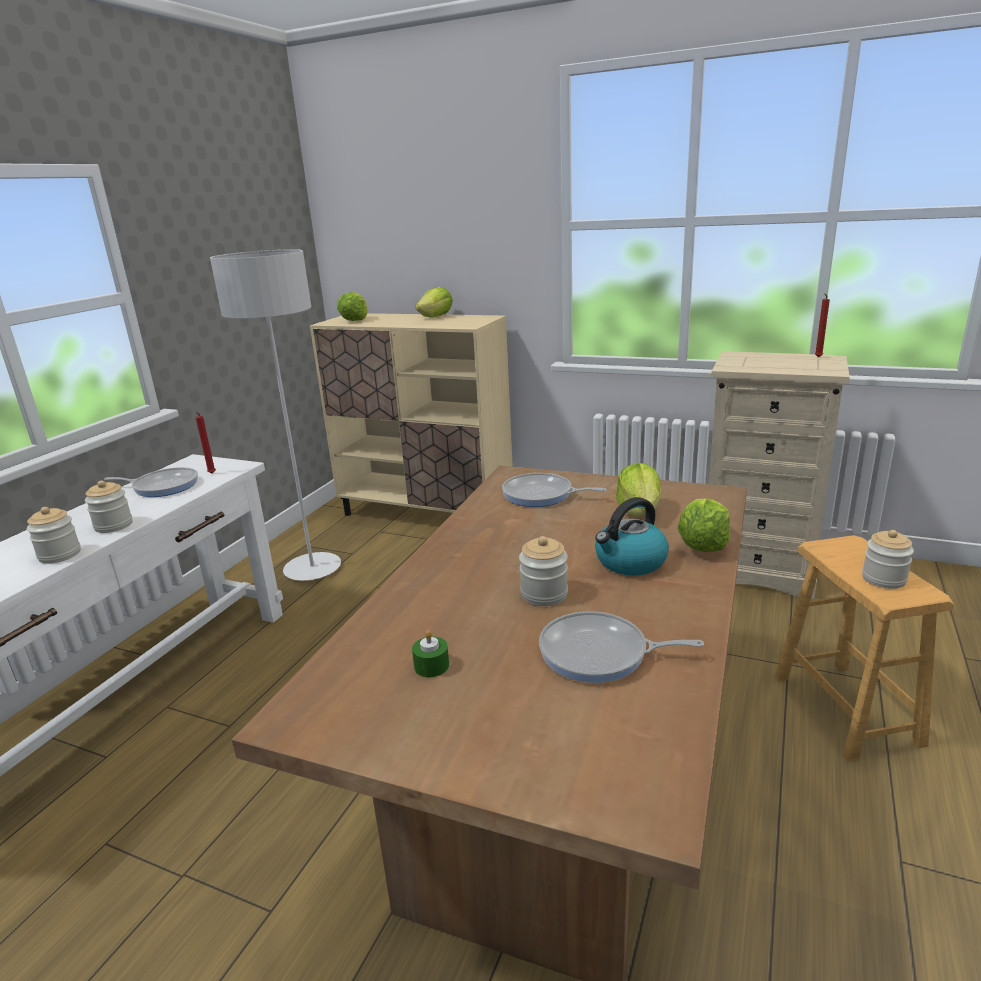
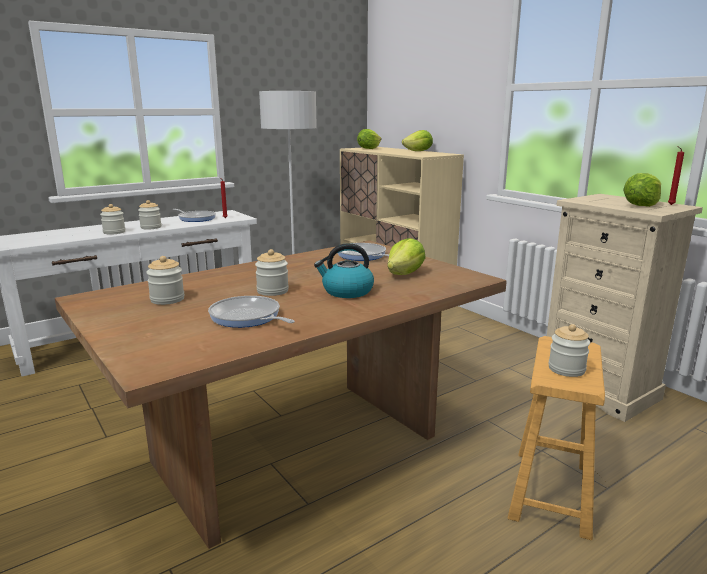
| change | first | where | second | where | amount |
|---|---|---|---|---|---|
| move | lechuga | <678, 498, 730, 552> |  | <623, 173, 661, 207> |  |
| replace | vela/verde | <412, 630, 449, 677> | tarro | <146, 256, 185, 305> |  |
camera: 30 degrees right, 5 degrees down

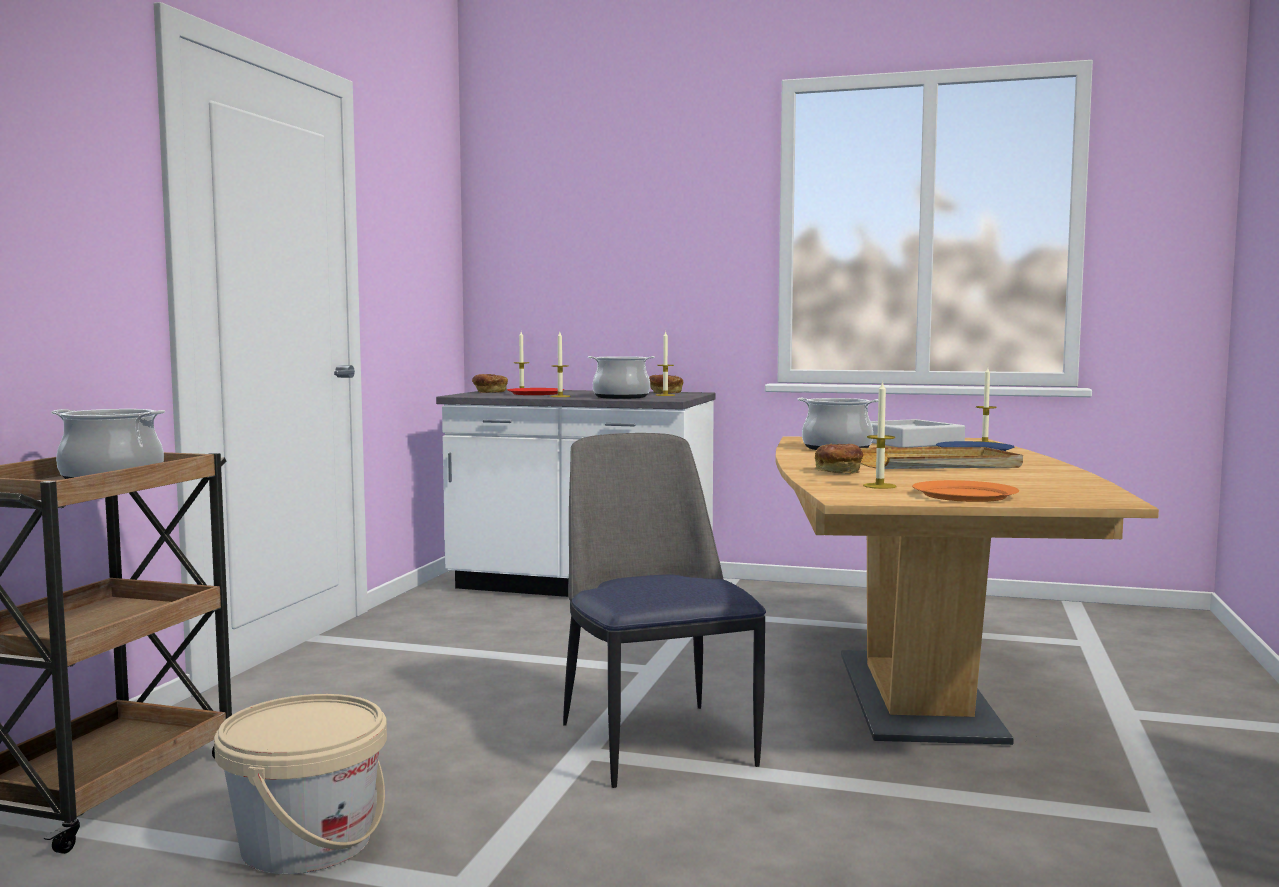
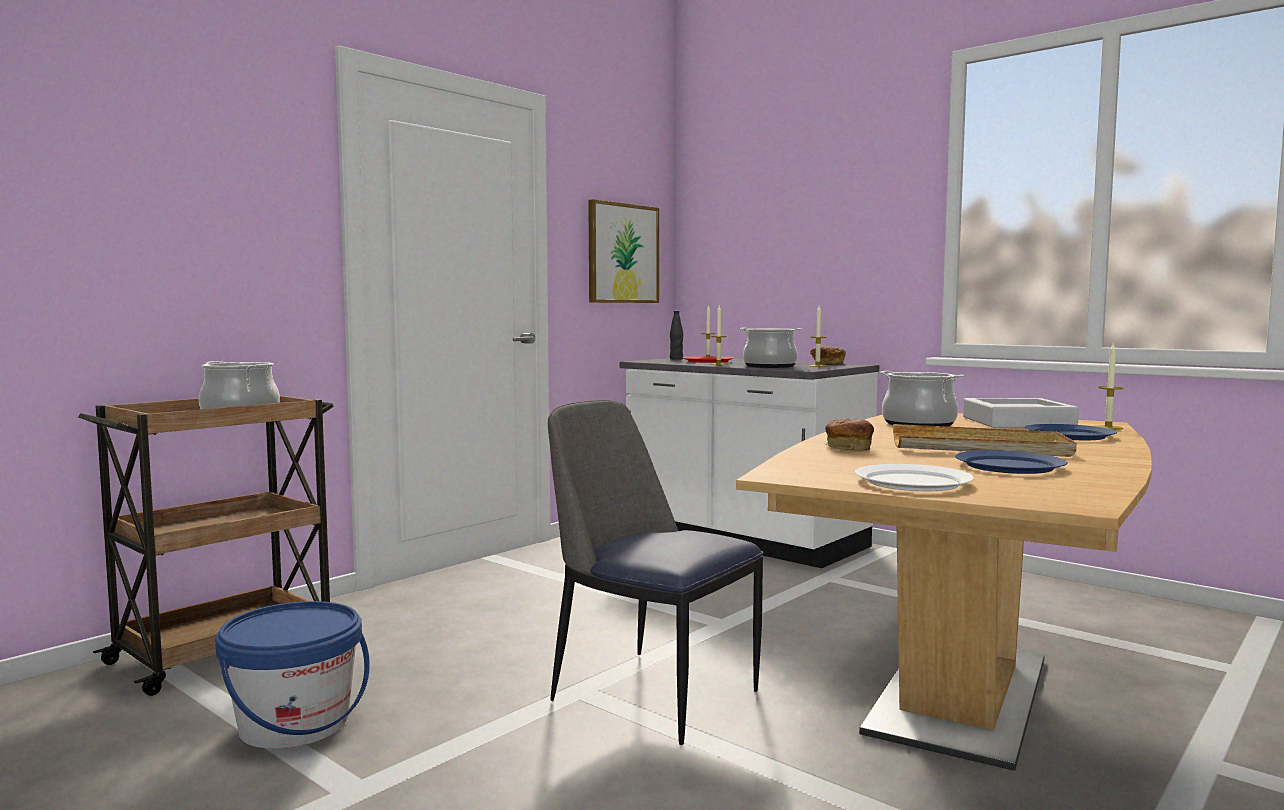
| change | first | where | second | where | amount |
|---|---|---|---|---|---|
| replace | pan | <472, 374, 508, 393> | botella/negro | <670, 311, 683, 360> |  |
| delete | vela | <863, 381, 897, 489> |  |  |  |
| rotate | silla | <563, 433, 766, 788> |  | <548, 400, 764, 745> | 60 degrees counterclockwise |
| recolor | plato/naranja | <912, 480, 1019, 502> | plato/blanco | <855, 464, 974, 491> |  |
| recolor | cubo/beis | <214, 694, 387, 874> | cubo/azul | <215, 601, 370, 749> |  |
| insert |  |  | cuadro | <588, 199, 659, 303> |  |
| insert |  |  | plato/azul | <955, 450, 1067, 474> |  |
camera: 25 degrees right, 0 degrees up

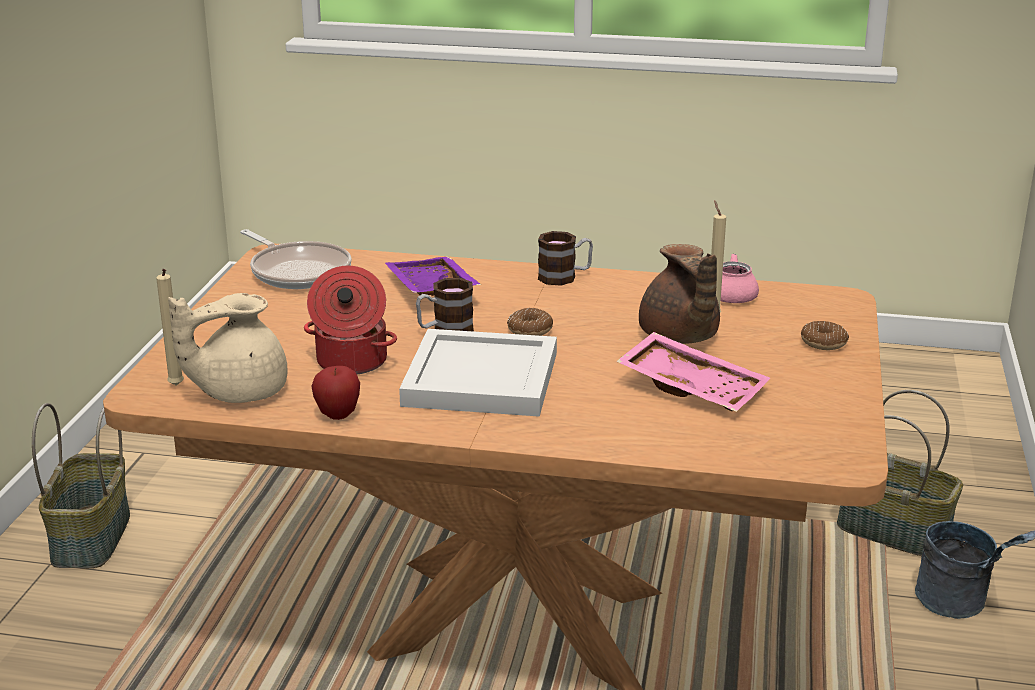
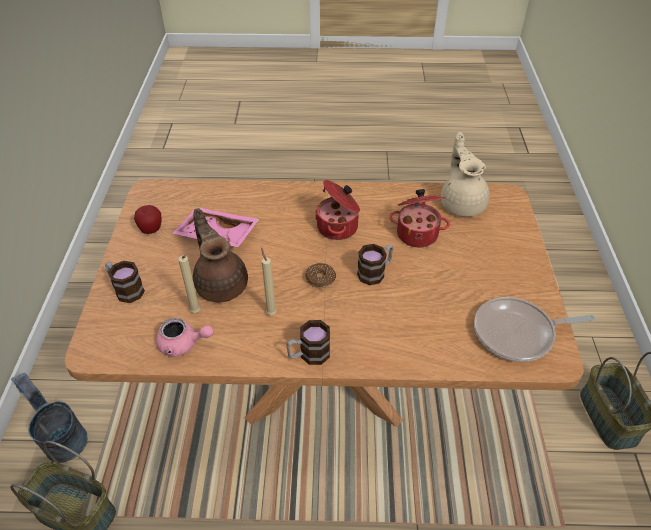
| change | first | where | second | where | amount |
|---|---|---|---|---|---|
| rotate | sartén | <240, 229, 351, 289> |  | <474, 297, 595, 362> | 45 degrees counterclockwise |
| delete | bandeja/morado | <385, 257, 481, 296> |  |  |  |
| move | vela/beis | <156, 269, 184, 386> |  | <261, 248, 277, 315> |  |
| rotate | tetera/beis | <168, 293, 288, 403> |  | <441, 132, 490, 217> | 60 degrees counterclockwise |
| replace | rosquilla | <801, 321, 849, 350> | taza grande | <105, 261, 145, 303> |  |
| replace | bandeja/blanco | <399, 329, 557, 417> | olla | <315, 180, 360, 240> |  |
| move | manzana | <311, 366, 360, 420> |  | <134, 205, 162, 234> |  |
camera: 170 degrees right, 20 degrees up

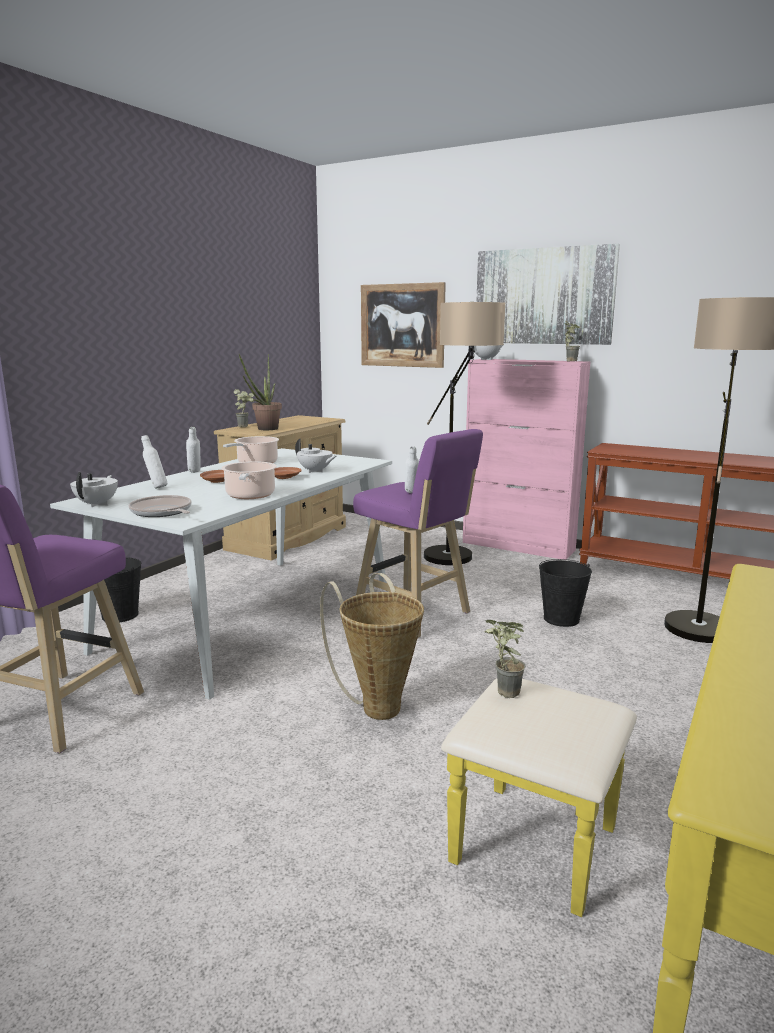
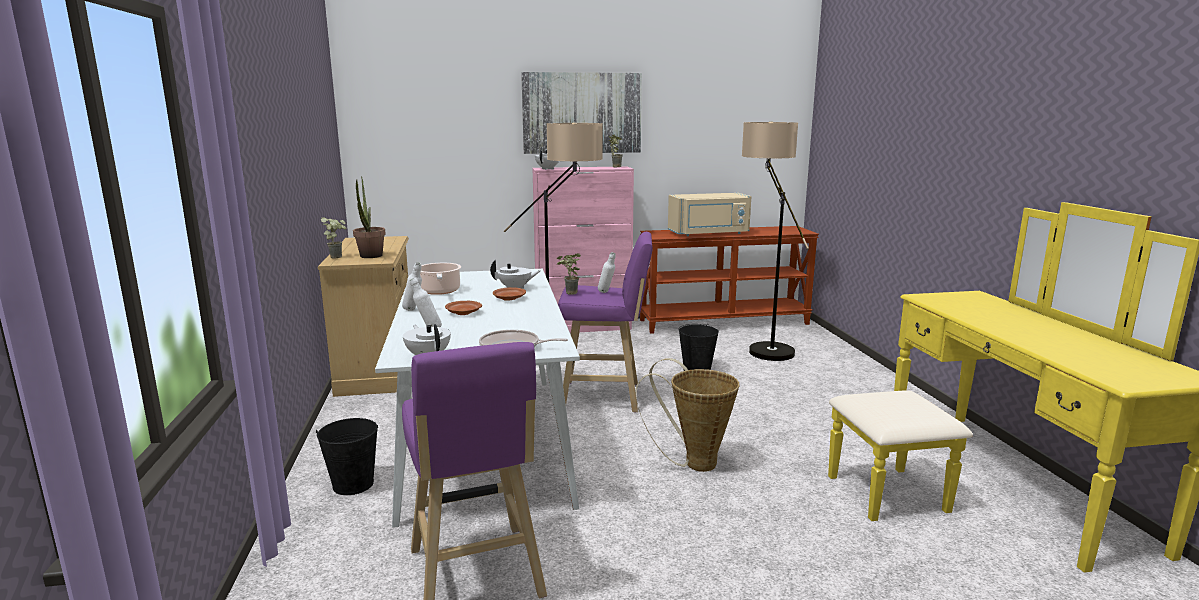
| change | first | where | second | where | amount |
|---|---|---|---|---|---|
| delete | cuadro | <361, 282, 446, 368> |  |  |  |
| delete | olla | <221, 461, 277, 499> |  |  |  |
| move | planta en maceta | <485, 620, 525, 698> |  | <557, 253, 581, 295> |  |
| insert |  |  | microondas/beis | <668, 193, 751, 236> |  |
camera: 40 degrees left, 0 degrees up

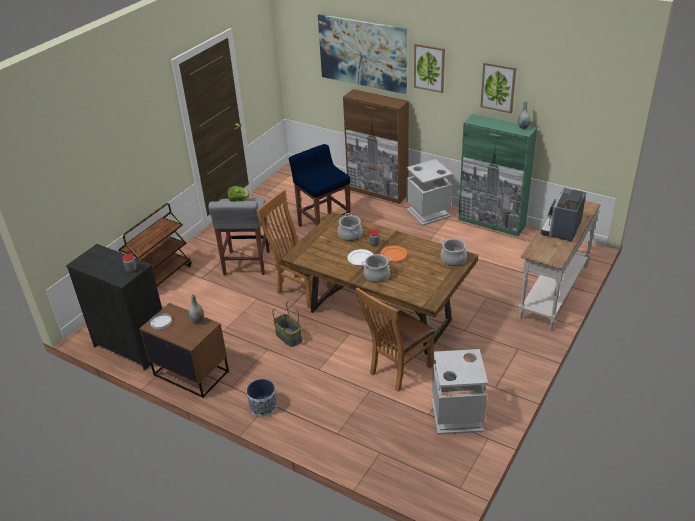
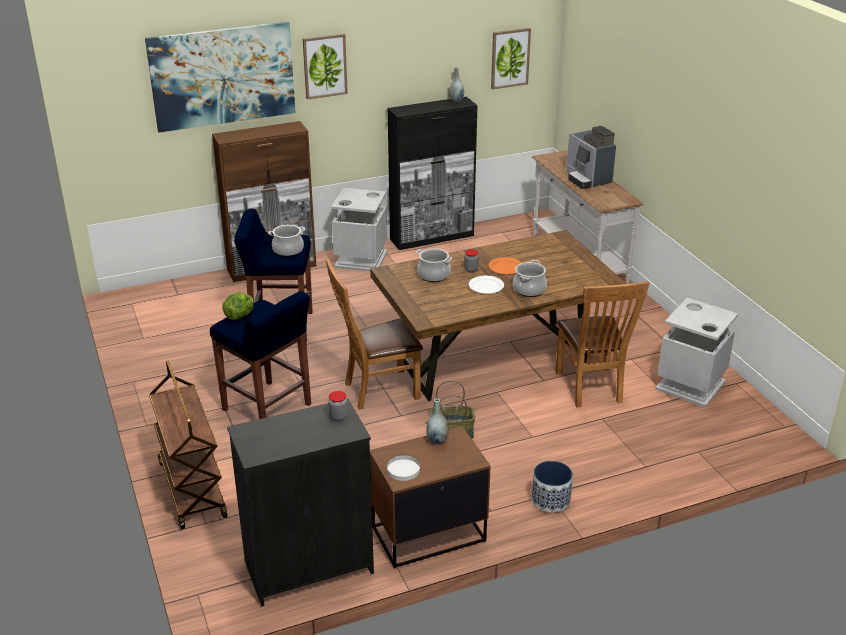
| change | first | where | second | where | amount |
|---|---|---|---|---|---|
| move | cuadro | <480, 62, 516, 113> |  | <491, 28, 531, 90> |  |
| recolor | armario/verde | <458, 114, 537, 236> | armario/negro | <388, 97, 478, 250> |  |
| recolor | taburete/gris | <208, 198, 270, 275> | taburete/azul | <210, 291, 311, 419> |  |
| move | olla | <440, 239, 468, 266> |  | <268, 225, 305, 257> |  |
camera: 55 degrees left, 5 degrees down

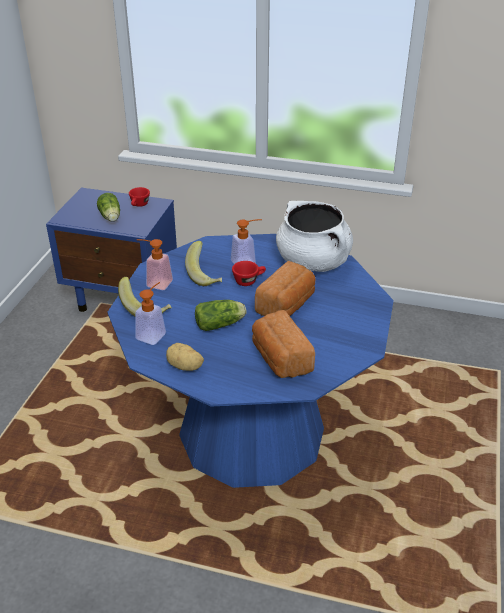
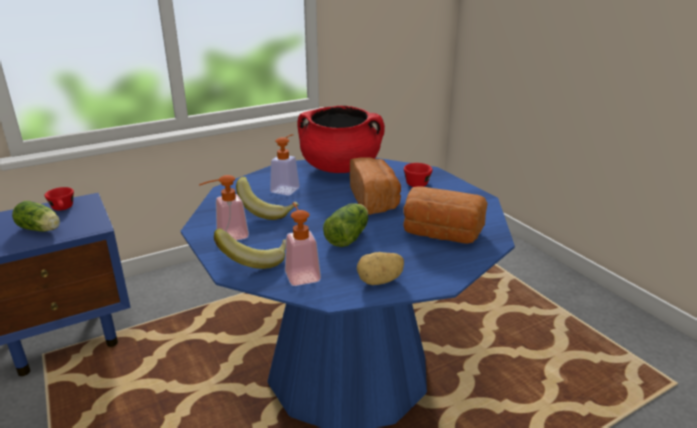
| change | first | where | second | where | amount |
|---|---|---|---|---|---|
| recolor | olla/blanco | <276, 201, 353, 272> | olla/rojo | <297, 106, 385, 173> |  |
| move | taza/rojo | <232, 261, 266, 286> |  | <404, 163, 433, 187> |  |
camera: 45 degrees left, 10 degrees down

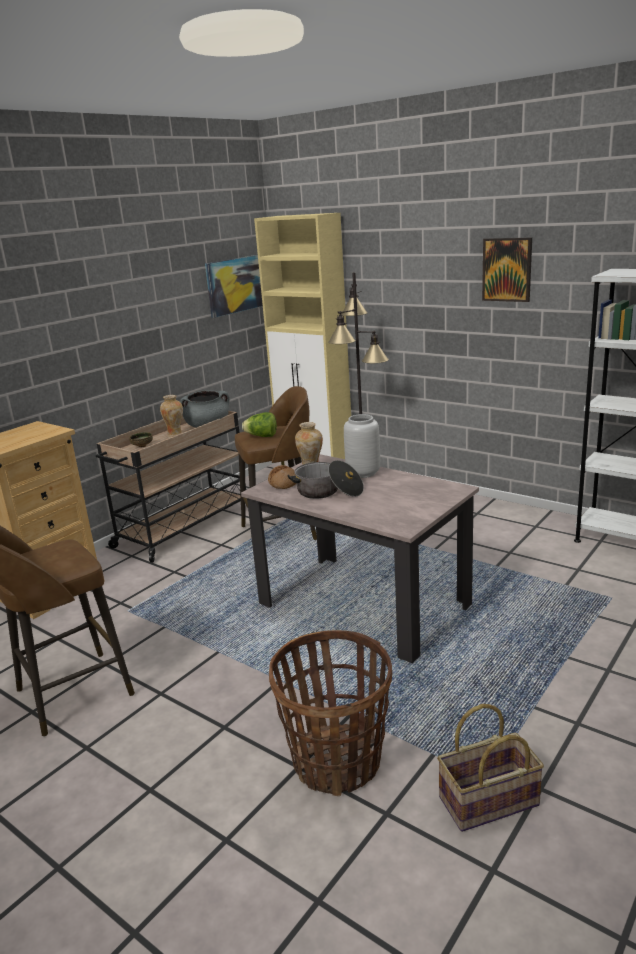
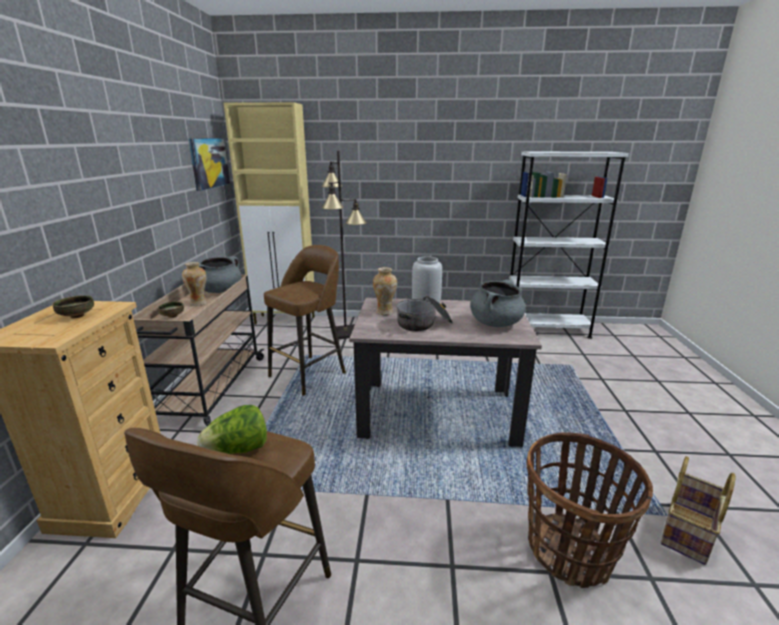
| change | first | where | second | where | amount |
|---|---|---|---|---|---|
| delete | cuadro | <482, 237, 532, 302> |  |  |  |
| move | lechuga | <242, 412, 277, 437> |  | <197, 405, 267, 454> |  |
| delete | pan | <268, 465, 296, 489> |  |  |  |
| insert |  |  | olla/gris | <470, 280, 525, 327> |  |
| insert |  |  | cuenco | <52, 295, 94, 318> |  |
camera: 35 degrees left, 0 degrees up

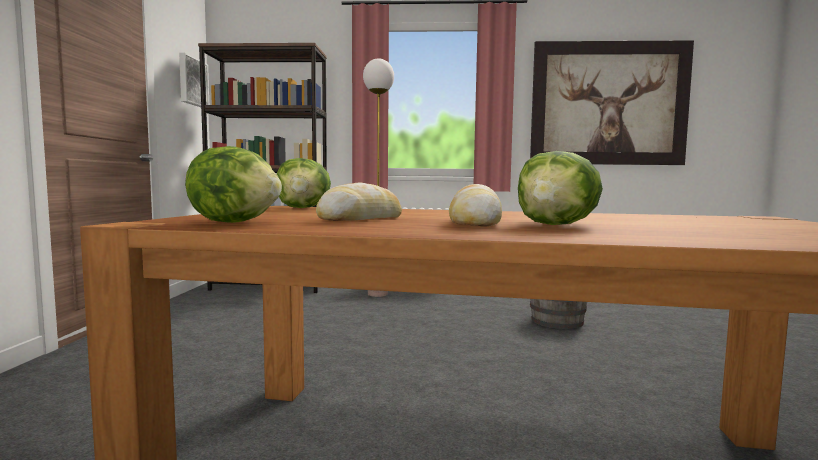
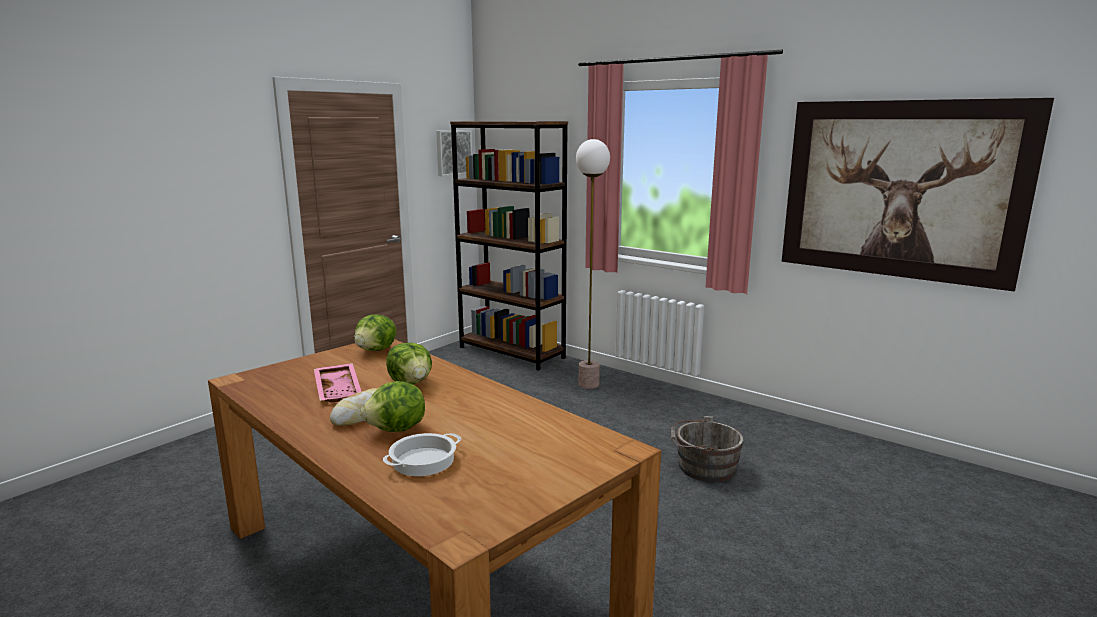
| change | first | where | second | where | amount |
|---|---|---|---|---|---|
| move | lechuga | <185, 146, 282, 223> |  | <386, 343, 432, 384> |  |
| replace | pan | <316, 183, 402, 221> | bandeja/rosa | <314, 363, 362, 403> |  |
| insert |  |  | olla | <383, 433, 462, 476> |  |
camera: 35 degrees right, 10 degrees up

